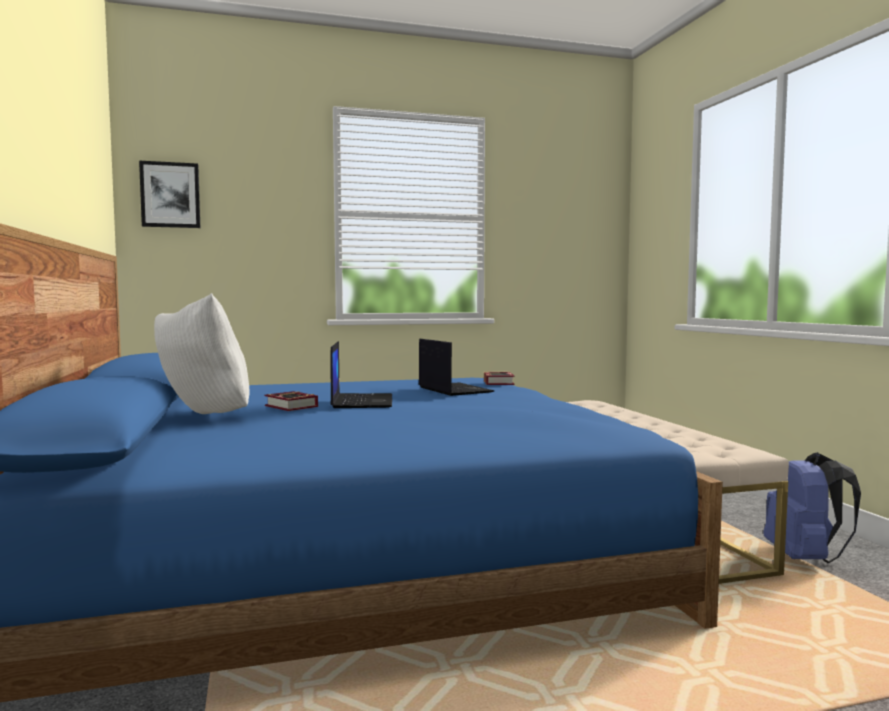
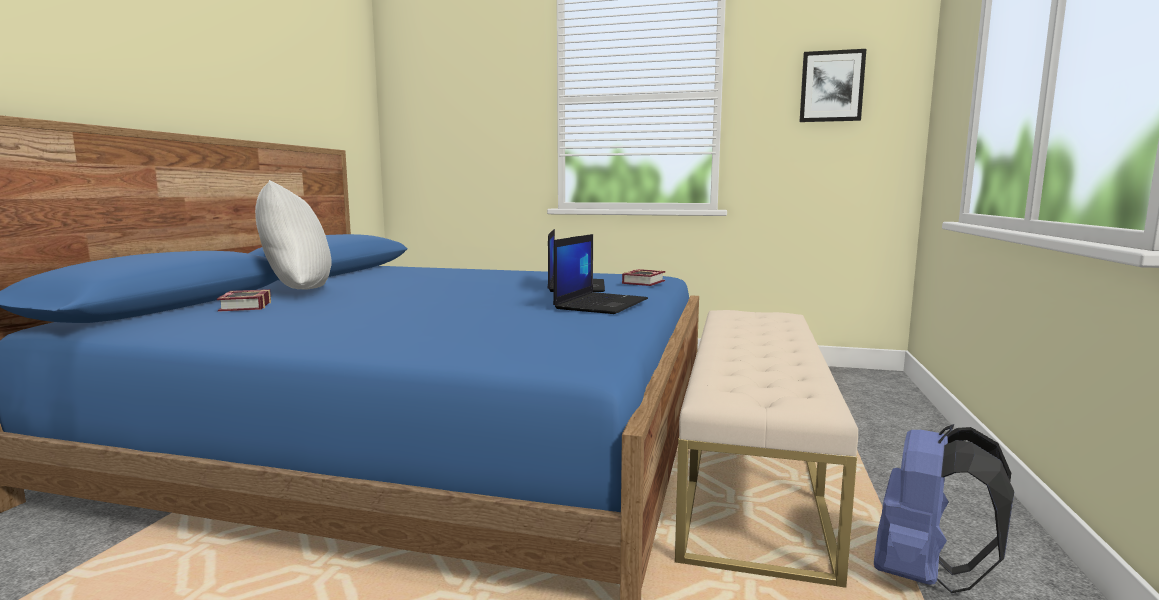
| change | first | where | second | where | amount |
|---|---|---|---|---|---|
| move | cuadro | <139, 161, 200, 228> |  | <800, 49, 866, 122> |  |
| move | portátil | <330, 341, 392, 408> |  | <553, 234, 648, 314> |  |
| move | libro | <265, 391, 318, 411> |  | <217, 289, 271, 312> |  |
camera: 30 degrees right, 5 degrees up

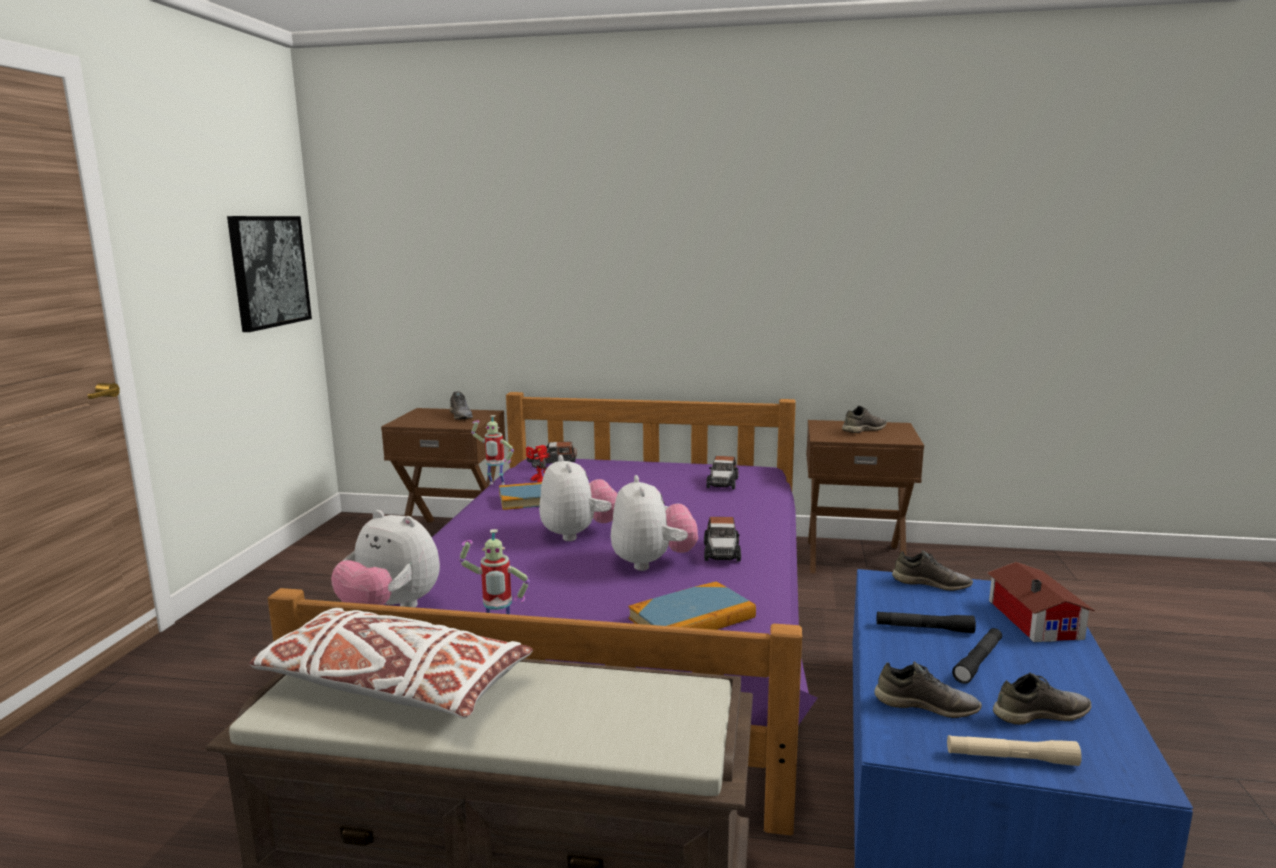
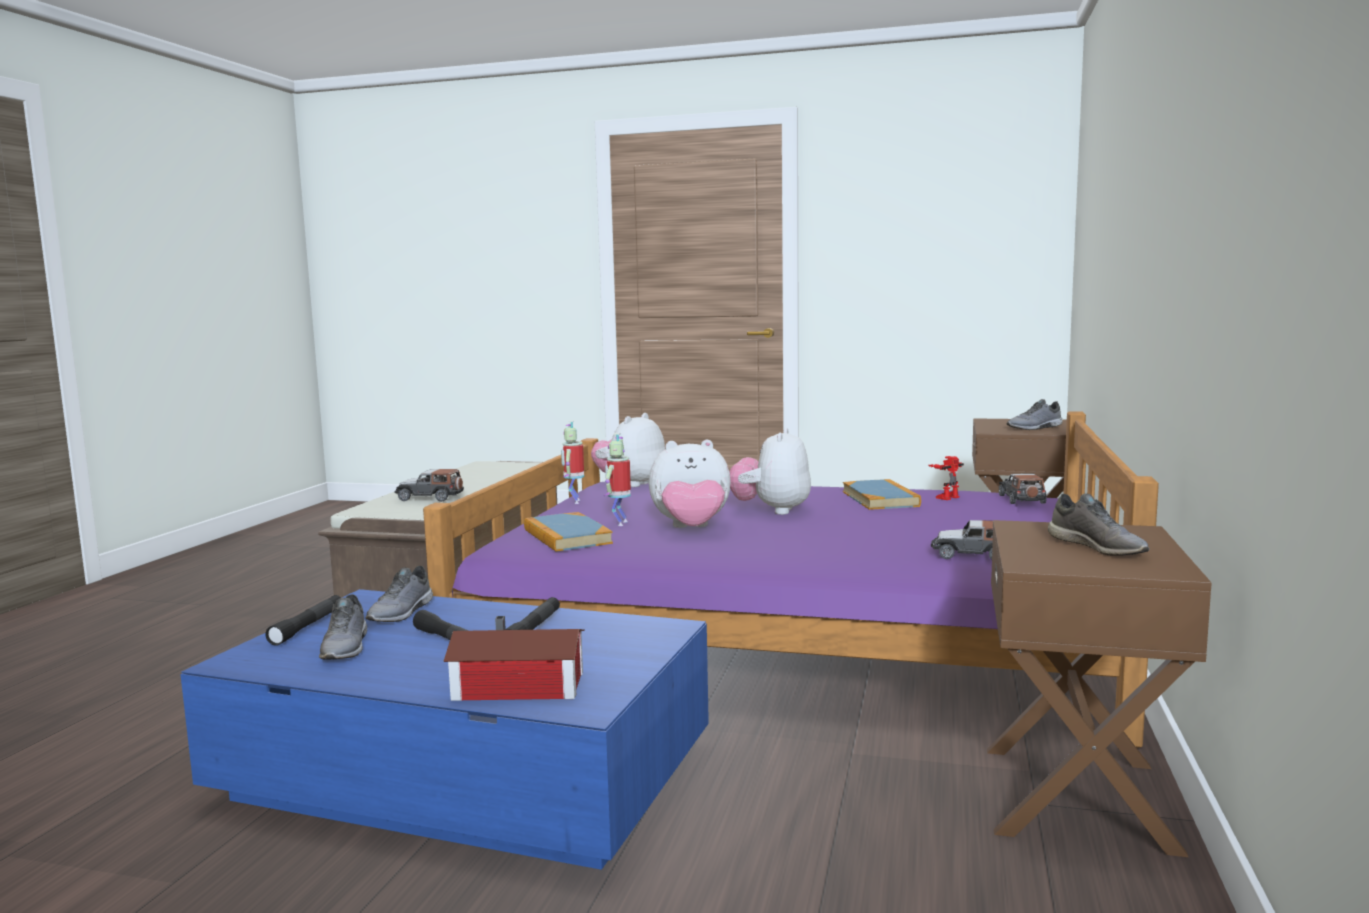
| change | first | where | second | where | amount |
|---|---|---|---|---|---|
| delete | cuadro | <227, 216, 312, 332> |  |  |  |
| move | robot de juguete | <471, 415, 514, 485> |  | <604, 433, 631, 526> |  |
| rotate | peluche | <539, 455, 617, 541> |  | <729, 428, 811, 515> | 120 degrees clockwise |
| move | coche de juguete | <704, 517, 741, 562> |  | <394, 469, 464, 502> |  |
| delete | zapato/gris | <892, 550, 973, 591> |  |  |  |
| delete | cojín/blanco | <249, 608, 533, 718> |  |  |  |
| recolor | linterna/beis | <947, 735, 1082, 766> | linterna/negro | <265, 595, 341, 646> |  |
camera: 95 degrees right, 5 degrees down

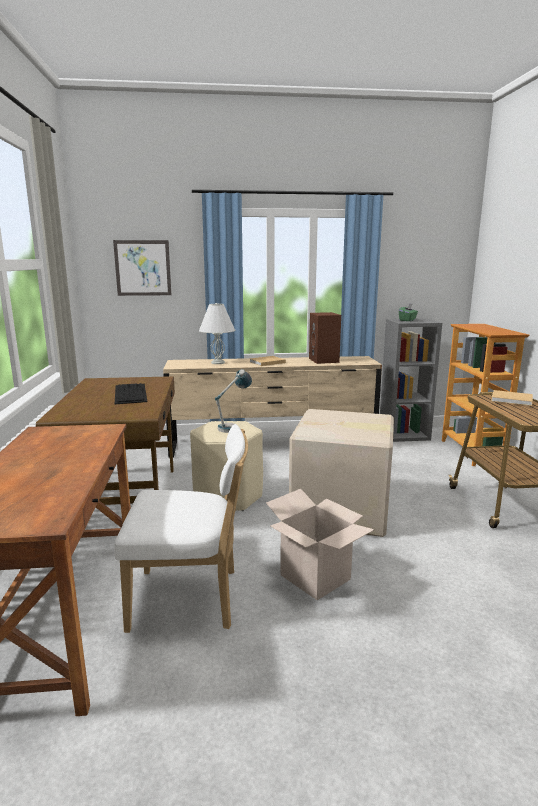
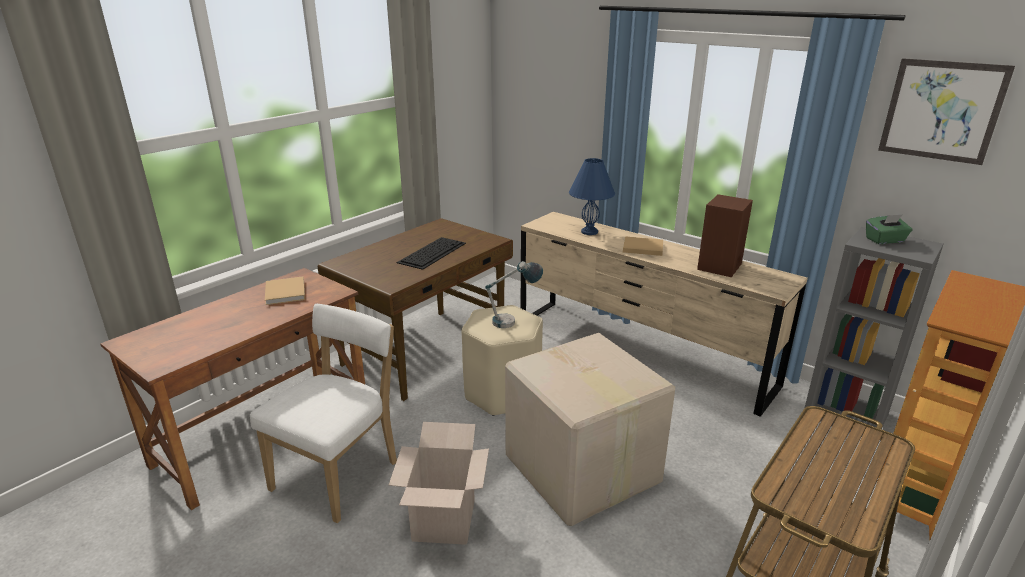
| change | first | where | second | where | amount |
|---|---|---|---|---|---|
| move | cuadro | <113, 240, 171, 296> |  | <878, 58, 1015, 165> |  |
| recolor | lámpara de mesa/blanco | <199, 303, 235, 364> | lámpara de mesa/azul | <569, 158, 615, 235> |  |
| move | libro/beis | <491, 390, 533, 406> |  | <265, 276, 305, 305> |  |
| rotate | silla/blanco | <114, 424, 248, 633> |  | <250, 304, 397, 523> | 105 degrees counterclockwise |
camera: 45 degrees right, 10 degrees up

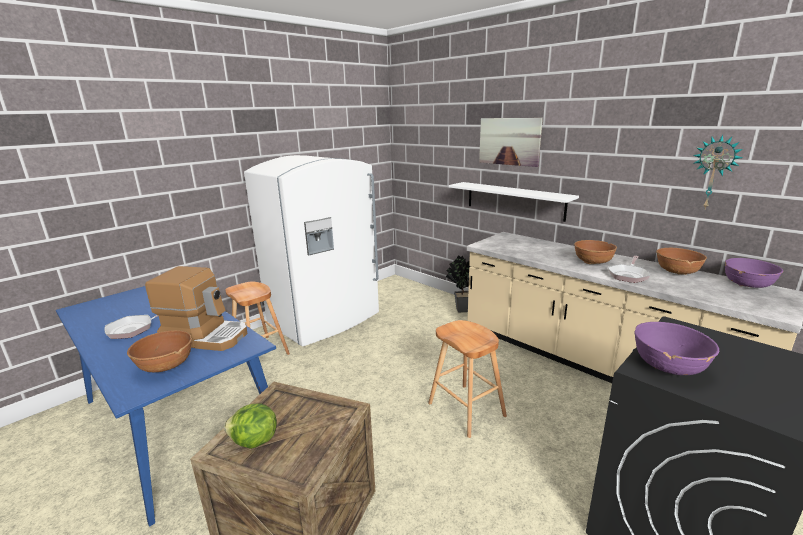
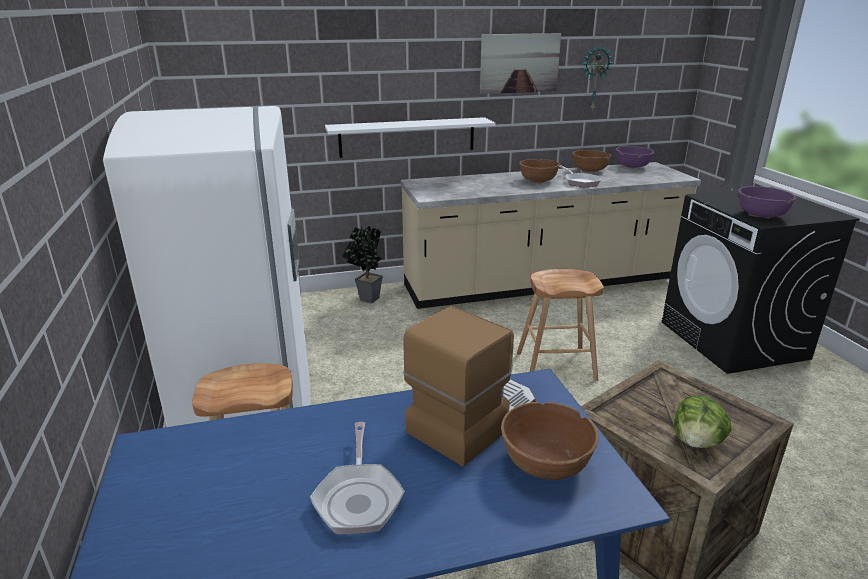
| change | first | where | second | where | amount |
|---|---|---|---|---|---|
| move | cuadro | <479, 118, 543, 167> |  | <480, 33, 561, 94> |  |
camera: 60 degrees left, 5 degrees up

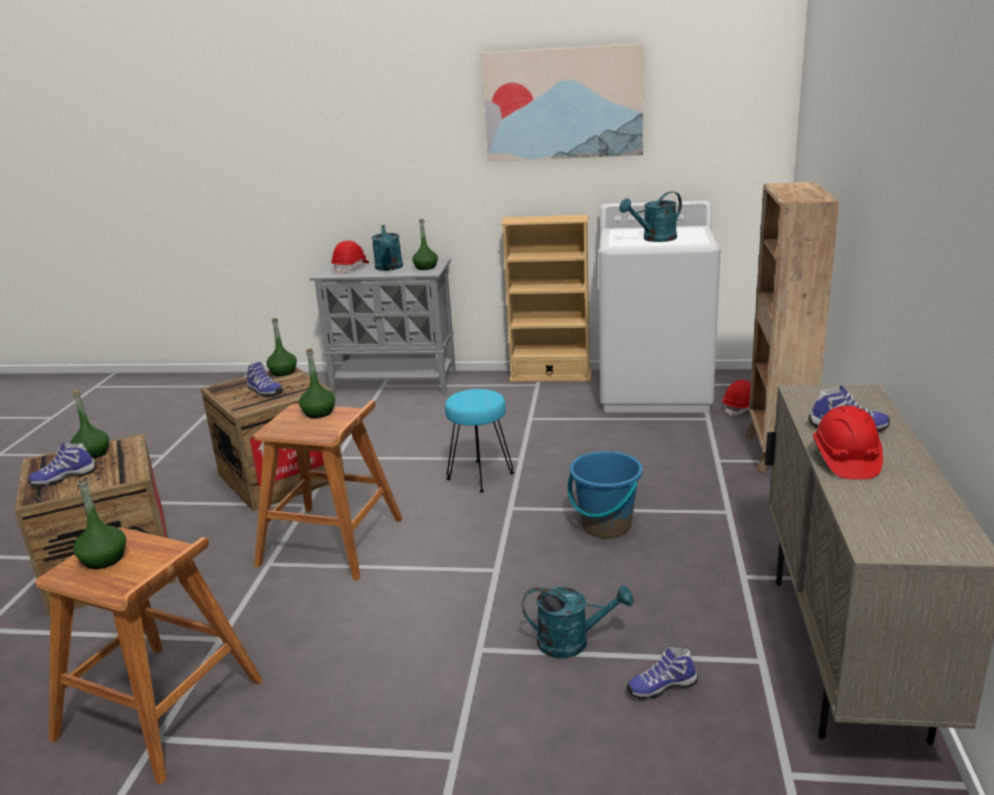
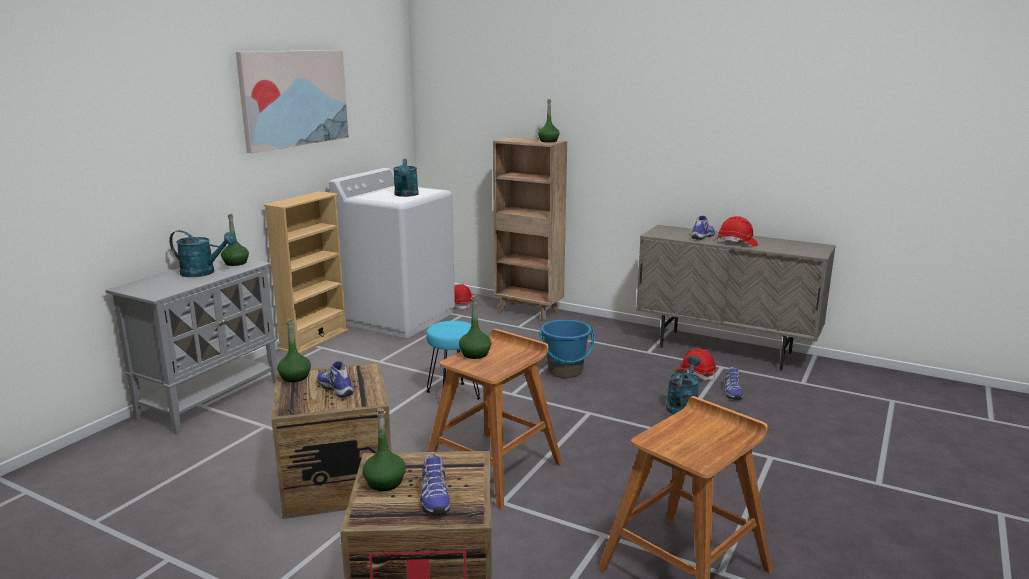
| change | first | where | second | where | amount |
|---|---|---|---|---|---|
| move | casco/rojo | <331, 240, 370, 274> |  | <677, 348, 717, 380> |  |
| rotate | zapato | <247, 362, 283, 397> |  | <317, 361, 353, 398> | 105 degrees counterclockwise |
| move | botella/verde | <73, 477, 126, 569> |  | <538, 99, 560, 142> |  |
camera: 70 degrees left, 5 degrees down

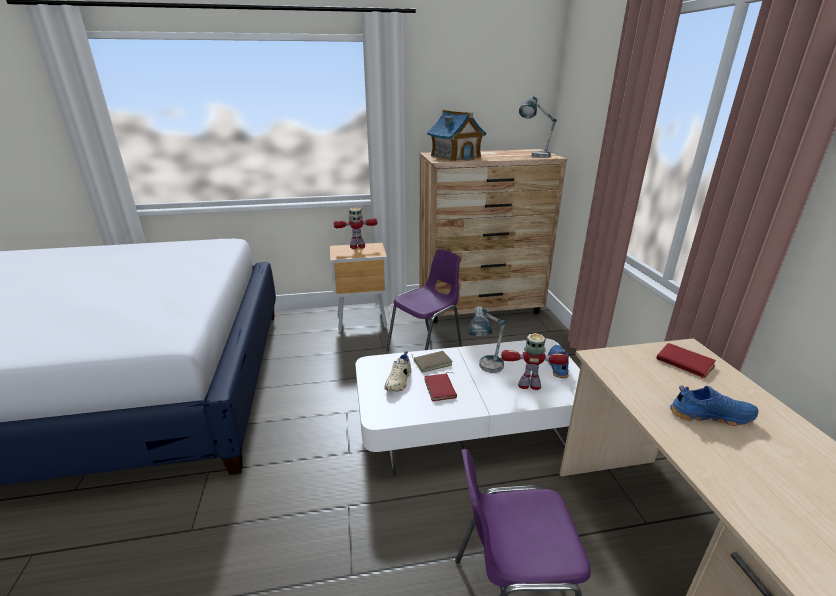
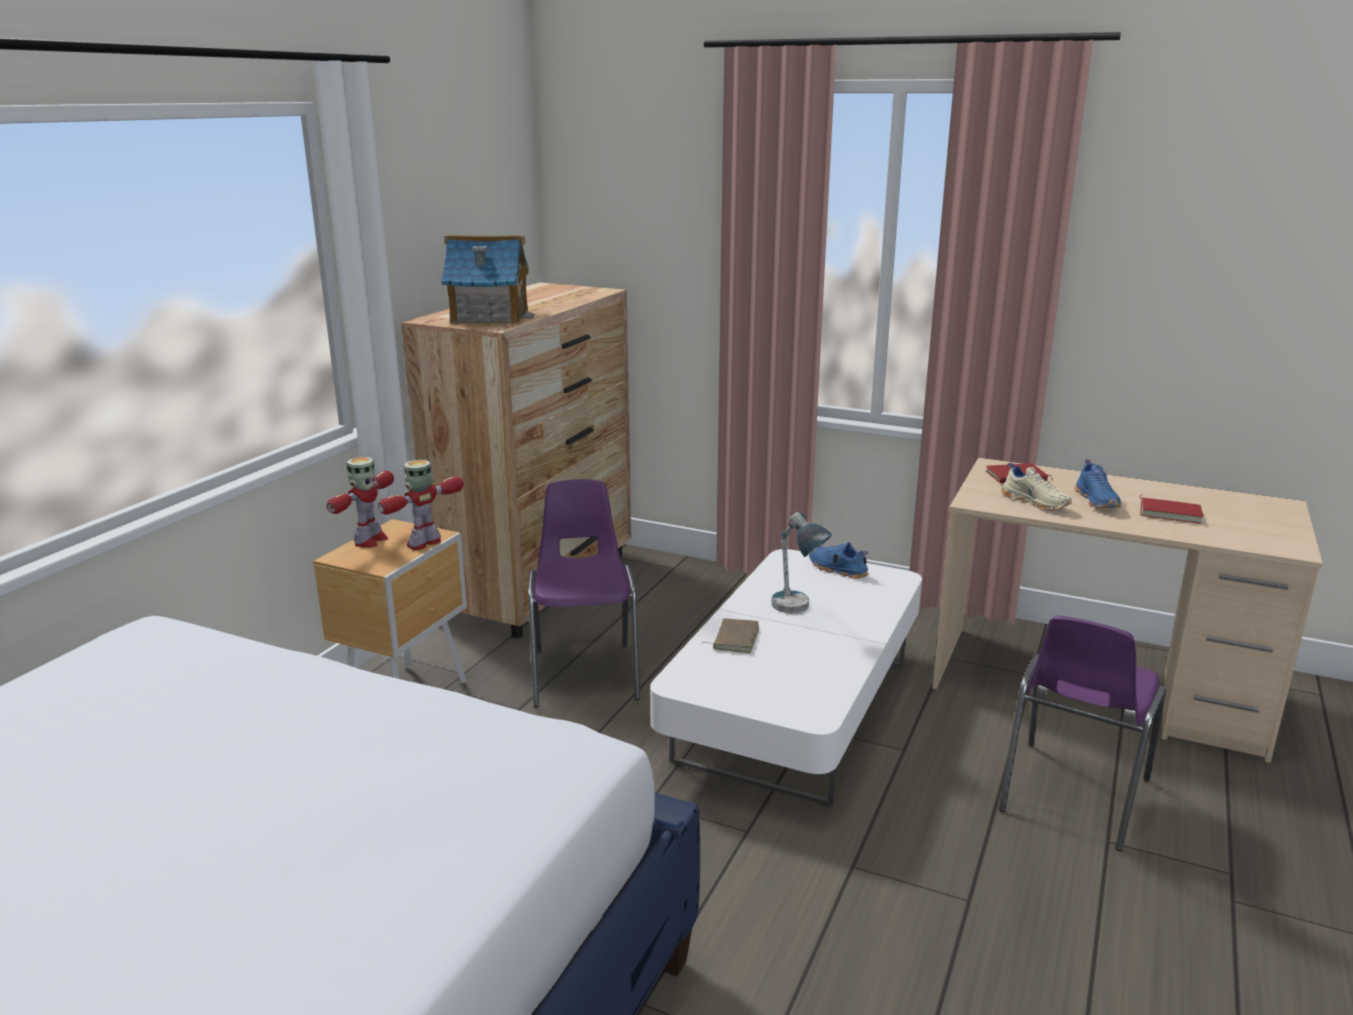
| change | first | where | second | where | amount |
|---|---|---|---|---|---|
| delete | lámpara de mesa | <519, 95, 557, 158> |  |  |  |
| move | robot de juguete | <501, 333, 568, 390> |  | <378, 460, 464, 550> |  |
| move | zapato/beis | <384, 351, 411, 391> |  | <1001, 463, 1072, 510> |  |
| move | libro/rojo | <424, 372, 457, 401> |  | <1140, 494, 1203, 524> |  |
| rotate | zapato/azul | <670, 385, 759, 426> |  | <1074, 459, 1121, 508> | 135 degrees clockwise |
camera: 55 degrees left, 5 degrees down

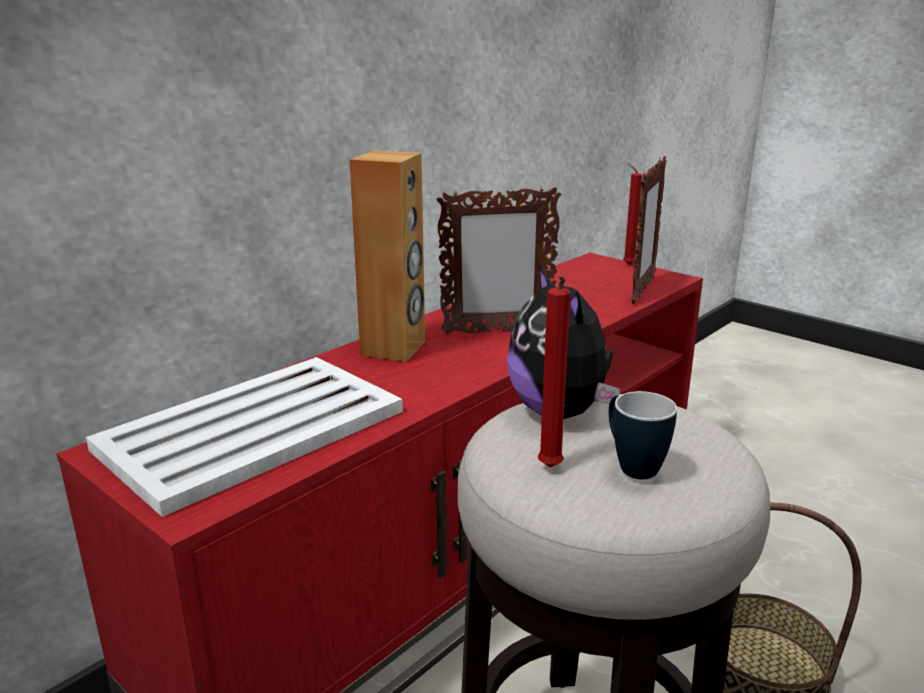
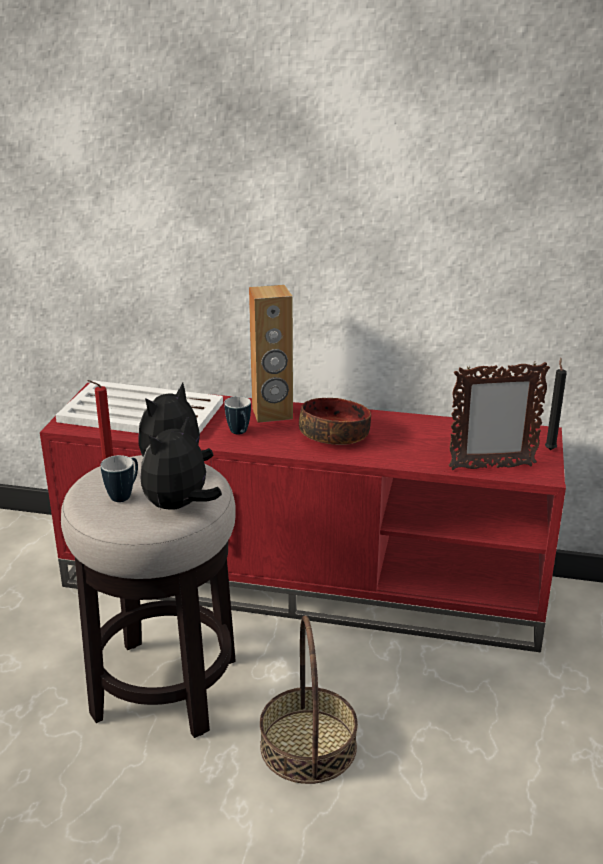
| change | first | where | second | where | amount |
|---|---|---|---|---|---|
| recolor | vela/rojo | <623, 163, 642, 265> | vela/negro | <545, 358, 567, 450> |  |
| replace | portarretratos | <436, 186, 561, 335> | cuenco | <299, 398, 371, 445> |  |
| insert |  |  | taza grande | <224, 396, 251, 434> |  |
| insert |  |  | peluche | <140, 416, 222, 510> |  |
camera: 60 degrees right, 5 degrees up

